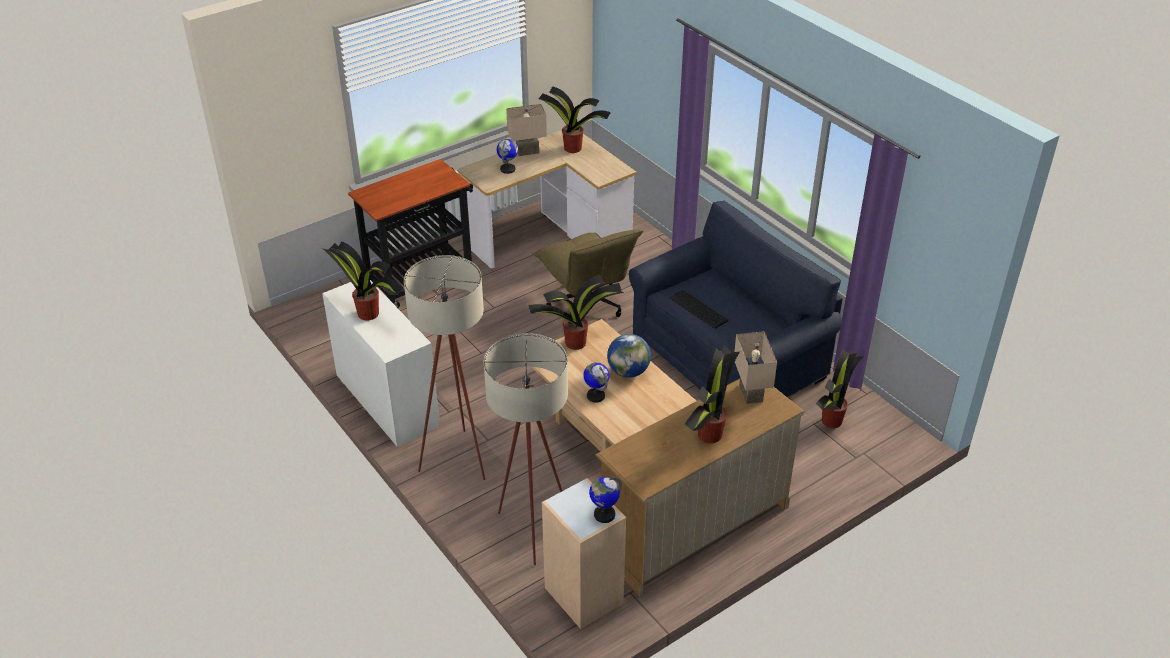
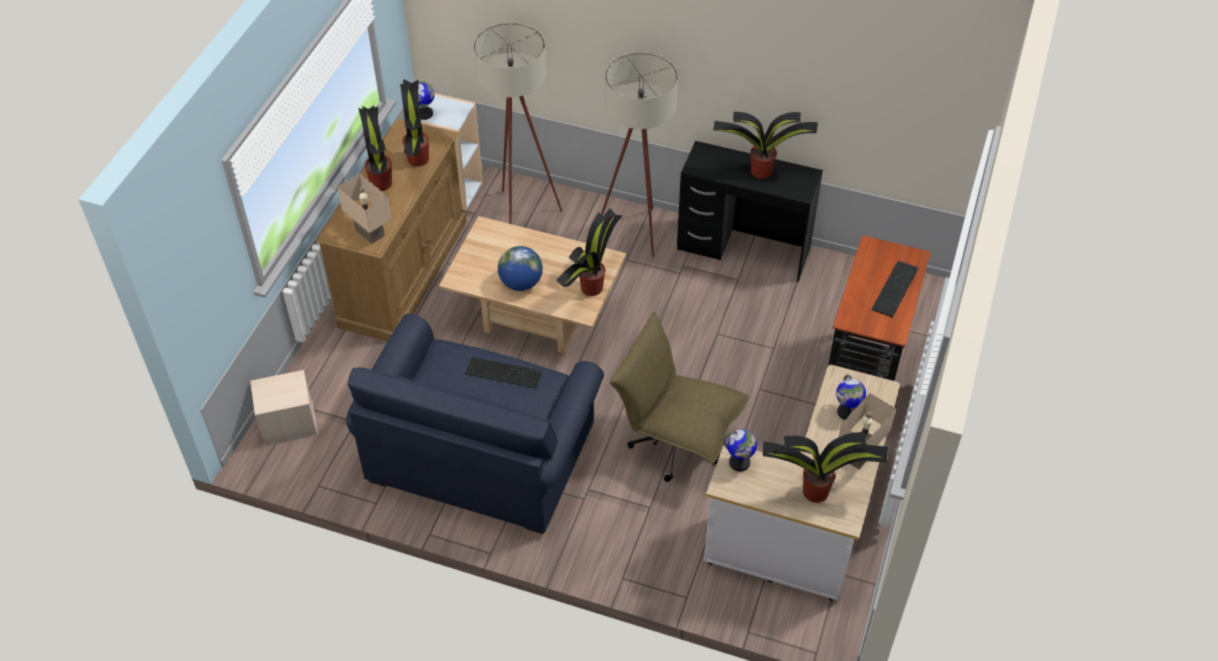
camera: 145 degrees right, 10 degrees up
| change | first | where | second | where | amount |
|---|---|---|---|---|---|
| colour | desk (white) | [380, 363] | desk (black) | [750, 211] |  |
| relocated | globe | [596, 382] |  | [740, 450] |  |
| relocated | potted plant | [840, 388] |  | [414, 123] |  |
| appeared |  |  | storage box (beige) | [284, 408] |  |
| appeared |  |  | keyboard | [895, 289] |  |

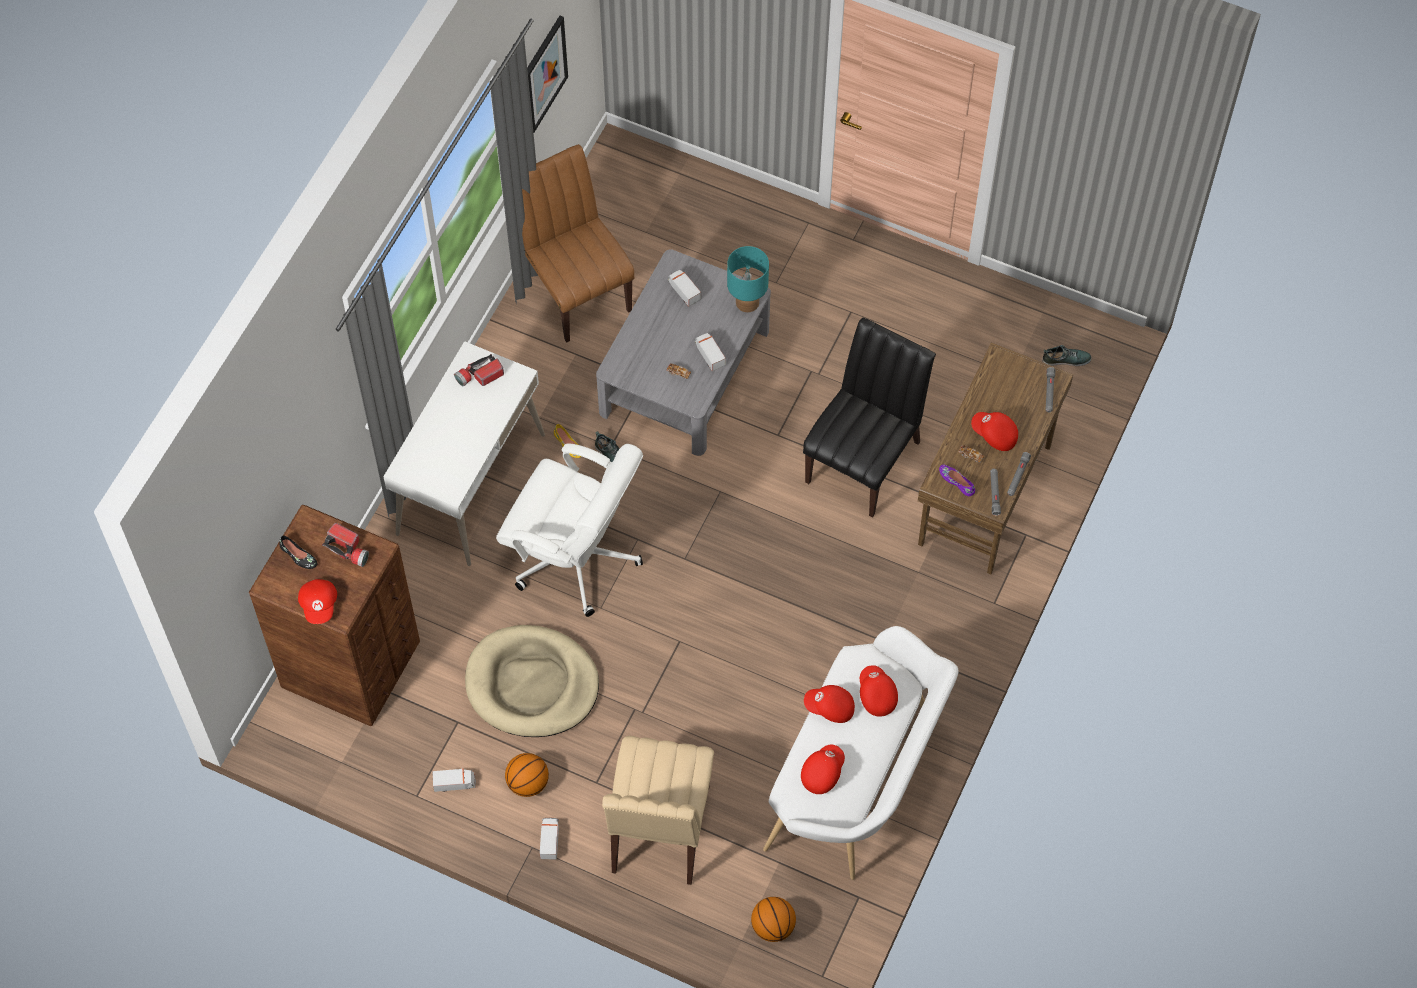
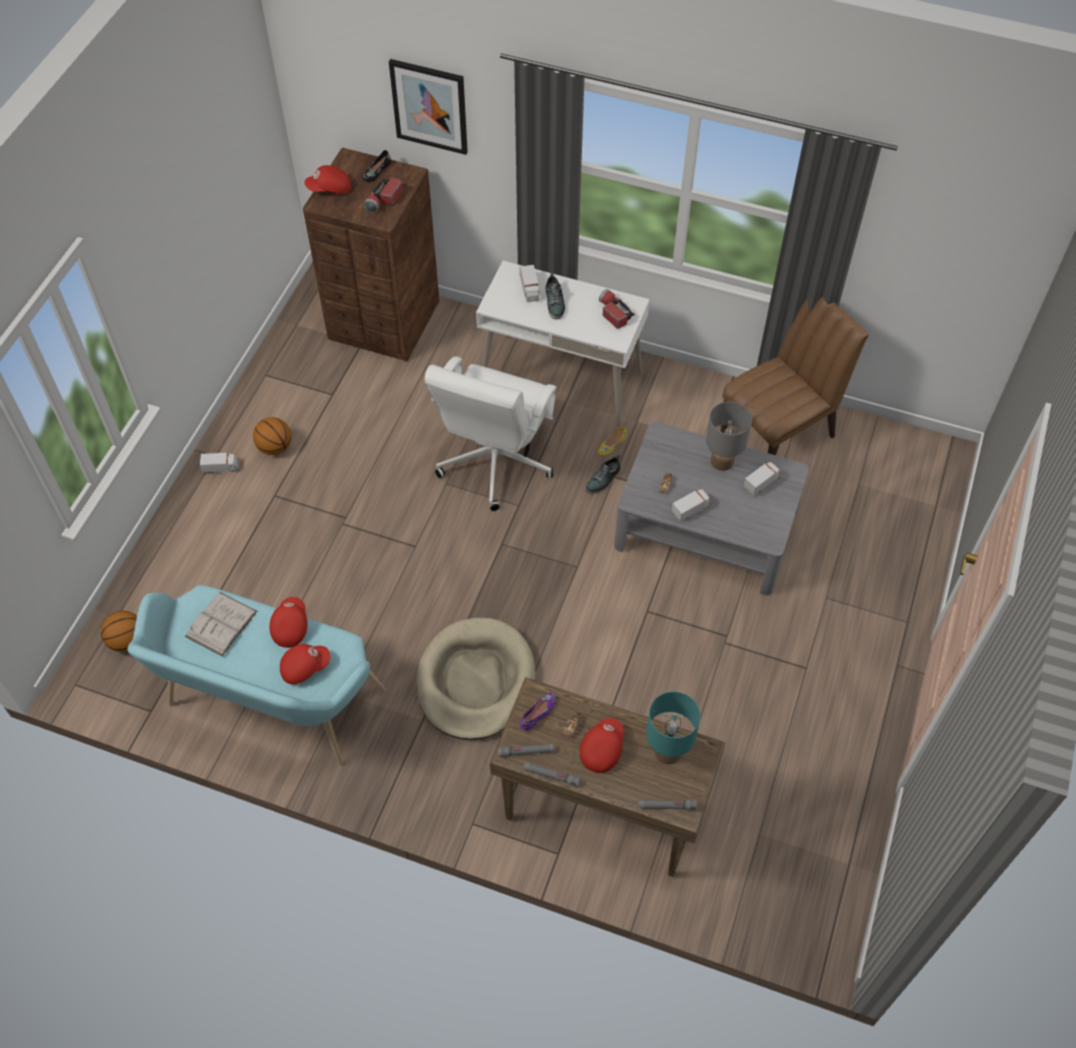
camera: 85 degrees right, 5 degrees down
| change | first | where | second | where | amount |
|---|---|---|---|---|---|
| relocated | toy truck | [454, 780] |  | [530, 283] |  |
| relocated | dog bed (beige) | [532, 681] |  | [475, 678] |  |
| relocated | picture | [547, 74] |  | [428, 107] |  |
| missing | chair (beige) | [658, 810] |  |  |  |
| relocated | table lamp (turquoise) | [748, 279] |  | [673, 728] |  |
| colour | bench (white) | [860, 753] | bench (turquoise) | [257, 675] |  |
| exchanged | cap (red) | [823, 769] | book (white) | [221, 624] |  |
| missing | chair (black) | [869, 417] |  |  |  |
| relocated | shoe | [1067, 355] |  | [555, 296] |  |
| appeared |  |  | table lamp (grey) | [729, 436] |  |

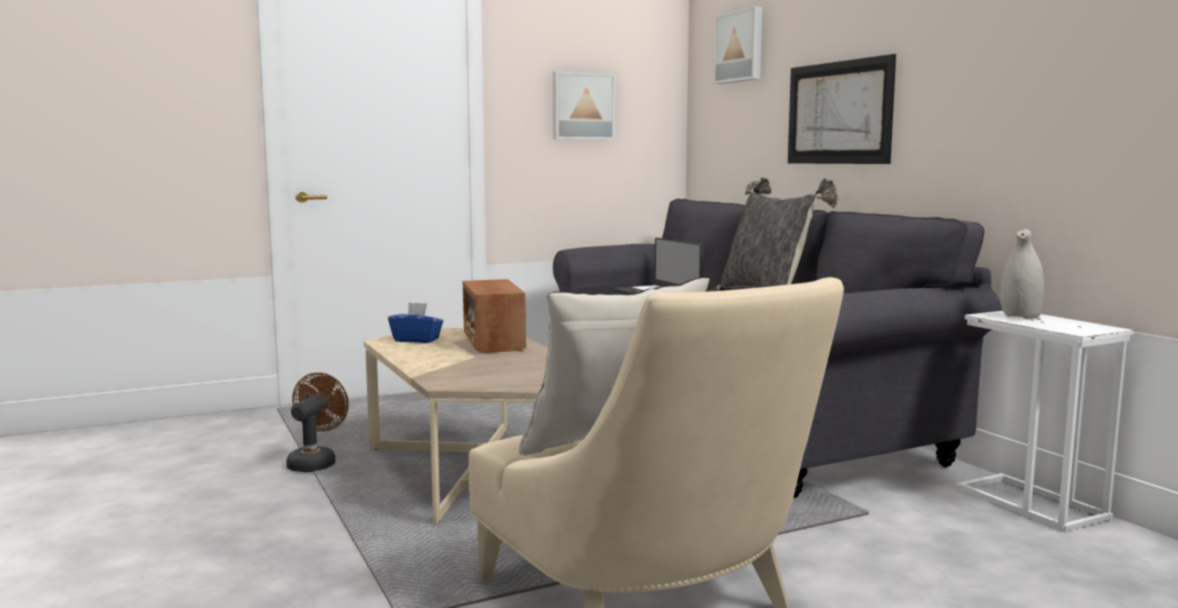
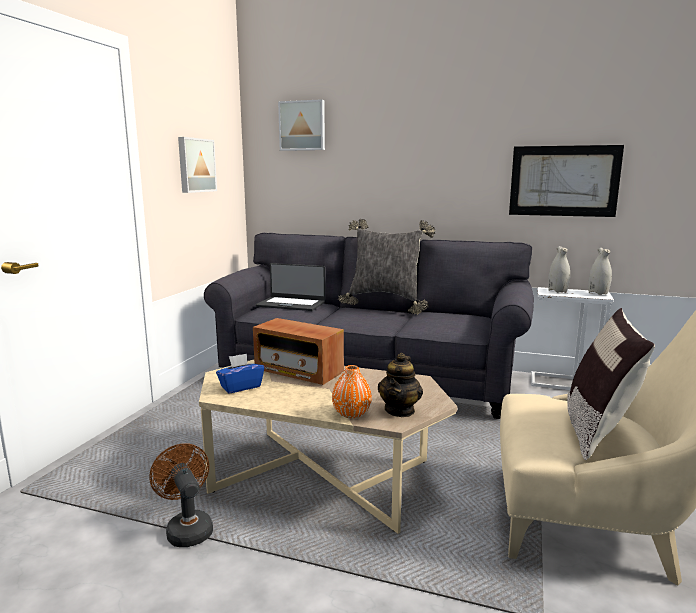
camera: 45 degrees left, 5 degrees up
| change | first | where | second | where | amount |
|---|---|---|---|---|---|
| relocated | picture | [842, 109] |  | [566, 181] |  |
| appeared |  |  | vase (orange) | [352, 391] |  |
| appeared |  |  | teapot | [400, 385] |  |
| appeared |  |  | vase (white) | [600, 271] |  |

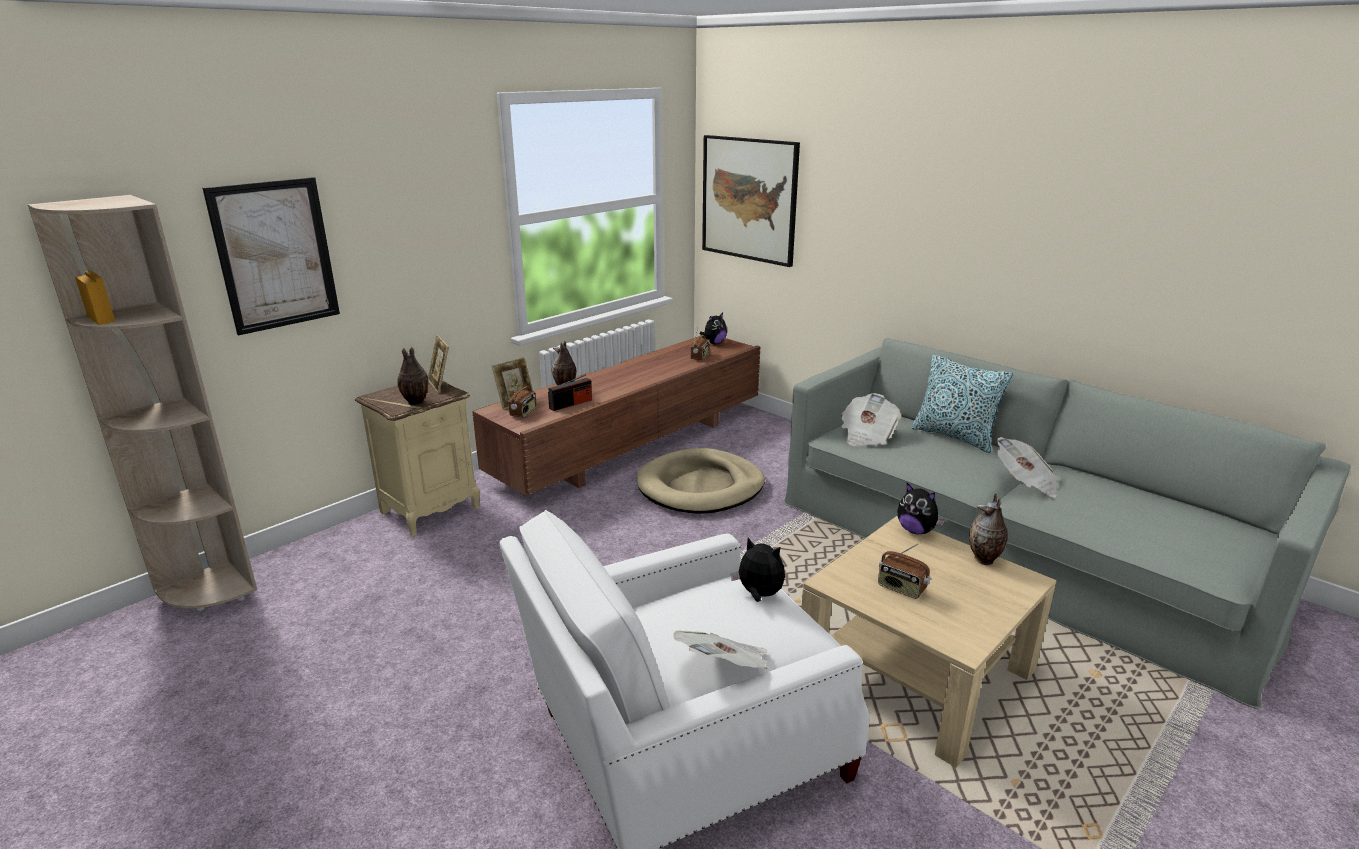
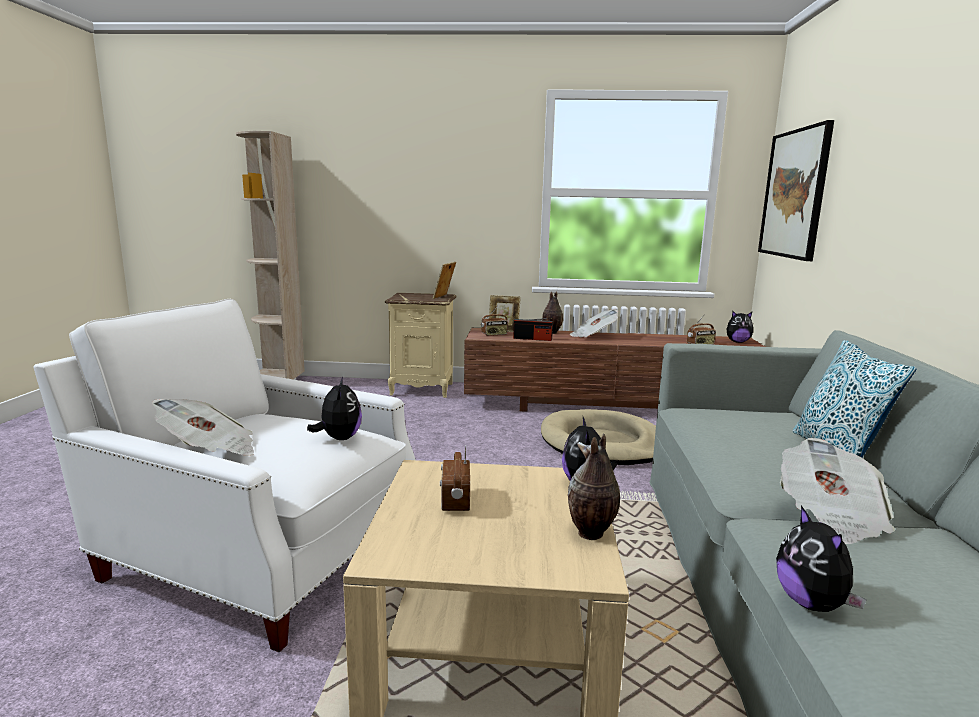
camera: 50 degrees right, 10 degrees down
| change | first | where | second | where | amount |
|---|---|---|---|---|---|
| missing | picture | [271, 256] |  |  |  |
| missing | vase | [412, 376] |  |  |  |
| relocated | newspaper | [871, 419] |  | [594, 324] |  |
| appeared |  |  | plush toy | [821, 559] |  |

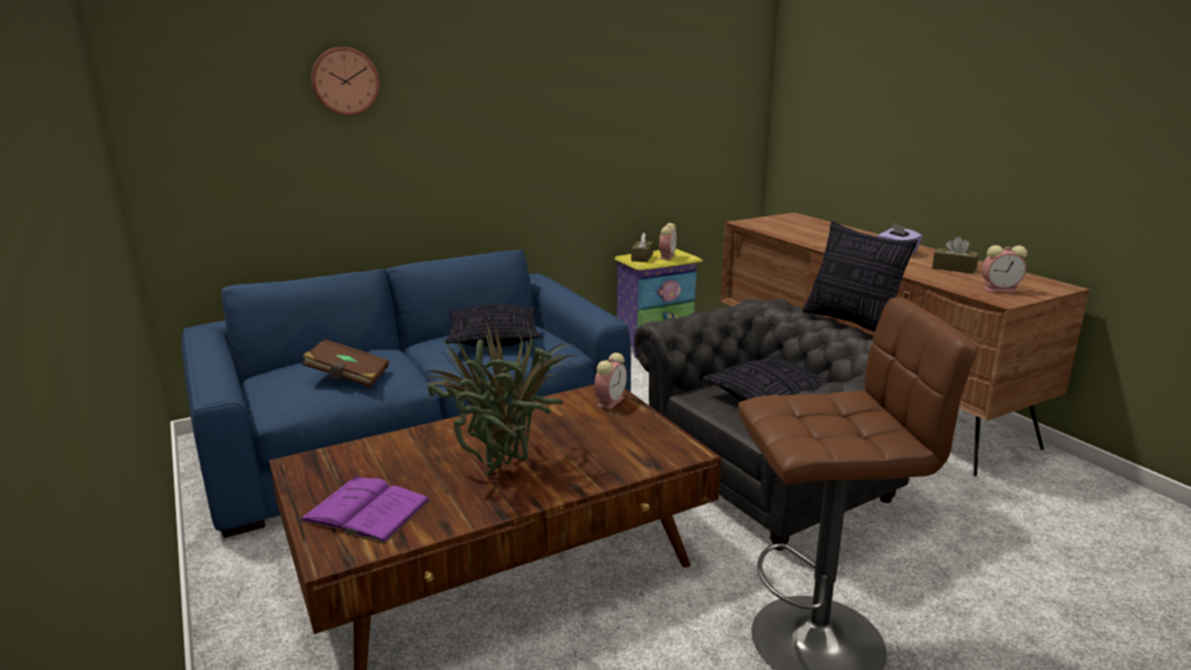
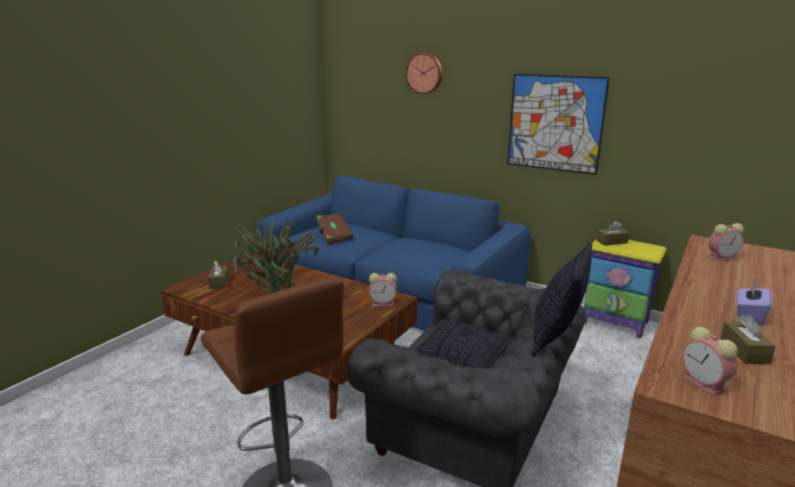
camera: 60 degrees right, 0 degrees up
| change | first | where | second | where | amount |
|---|---|---|---|---|---|
| exchanged | book (purple) | [364, 510] | tissue box (brown) | [218, 274] |  |
| missing | pillow | [493, 325] |  |  |  |
| relocated | alarm clock | [668, 241] |  | [726, 242] |  |
| appeared |  |  | picture | [558, 124] |  |

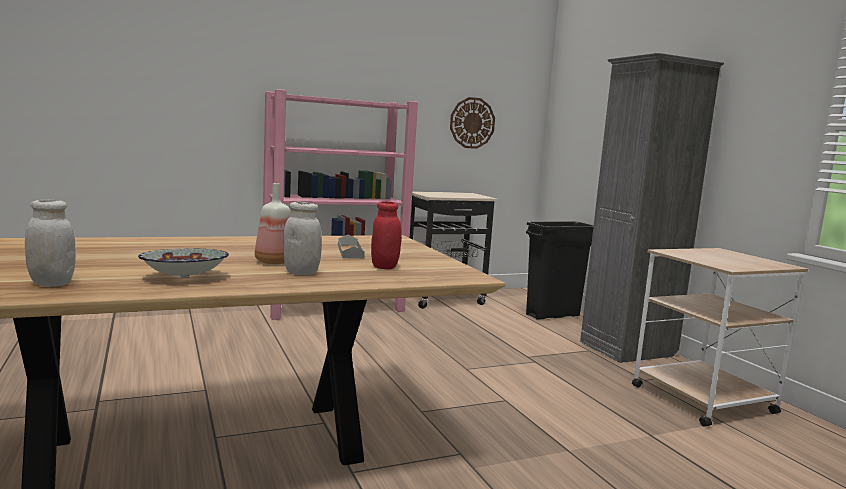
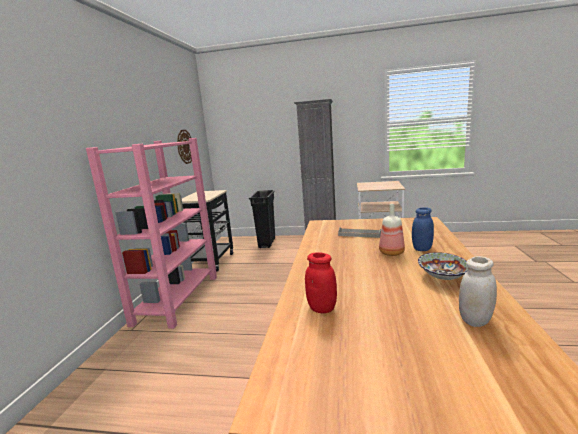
camera: 55 degrees left, 5 degrees up
| change | first | where | second | where | amount |
|---|---|---|---|---|---|
| colour | jar (white) | [302, 238] | jar (blue) | [423, 229] |  |
| relocated | jar (red) | [386, 235] |  | [321, 282] |  |

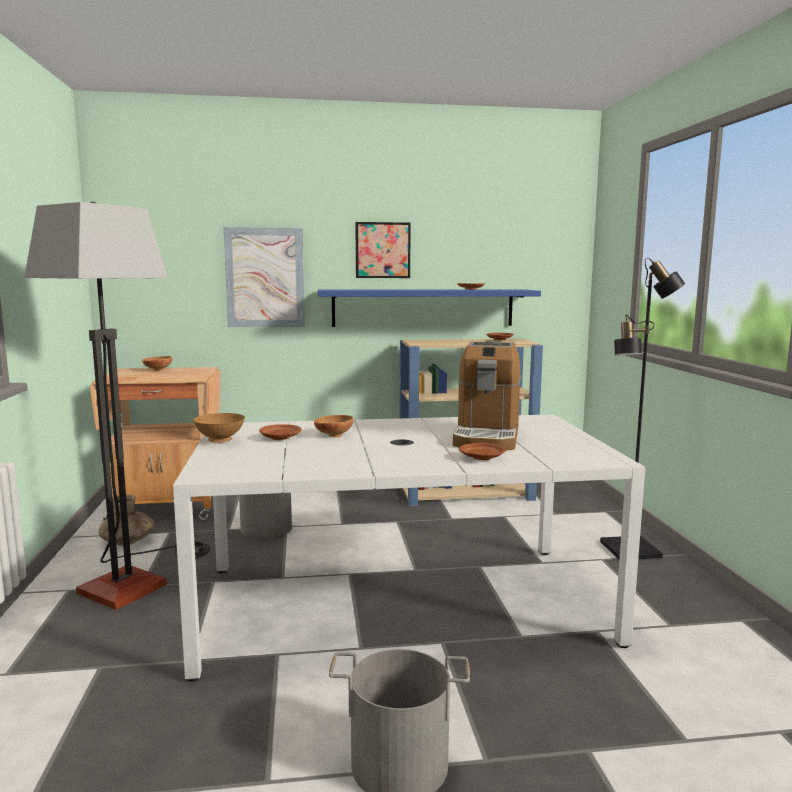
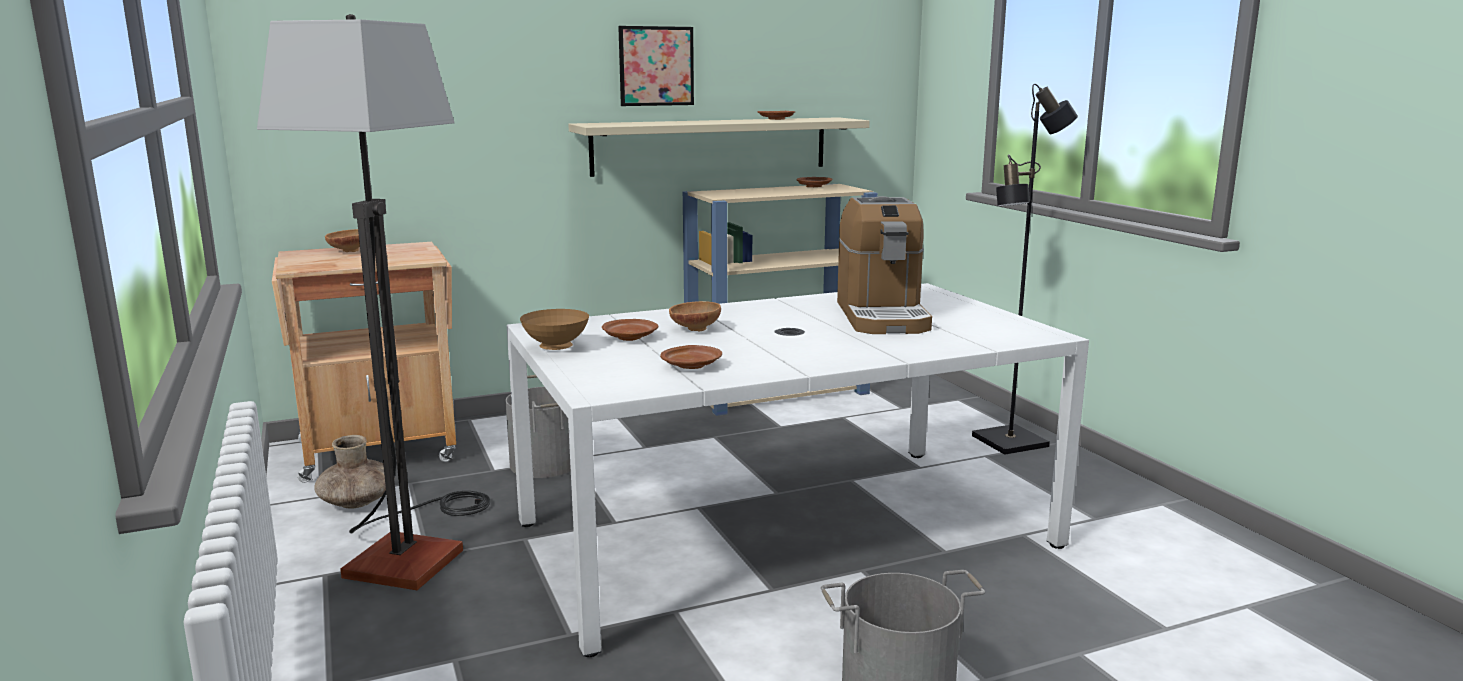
camera: 15 degrees left, 5 degrees up
| change | first | where | second | where | amount |
|---|---|---|---|---|---|
| missing | picture | [264, 277] |  |  |  |
| colour | shelf (blue) | [429, 308] | shelf (beige) | [719, 147] |  |
| relocated | plate (brown) | [482, 451] |  | [691, 357] |  |

